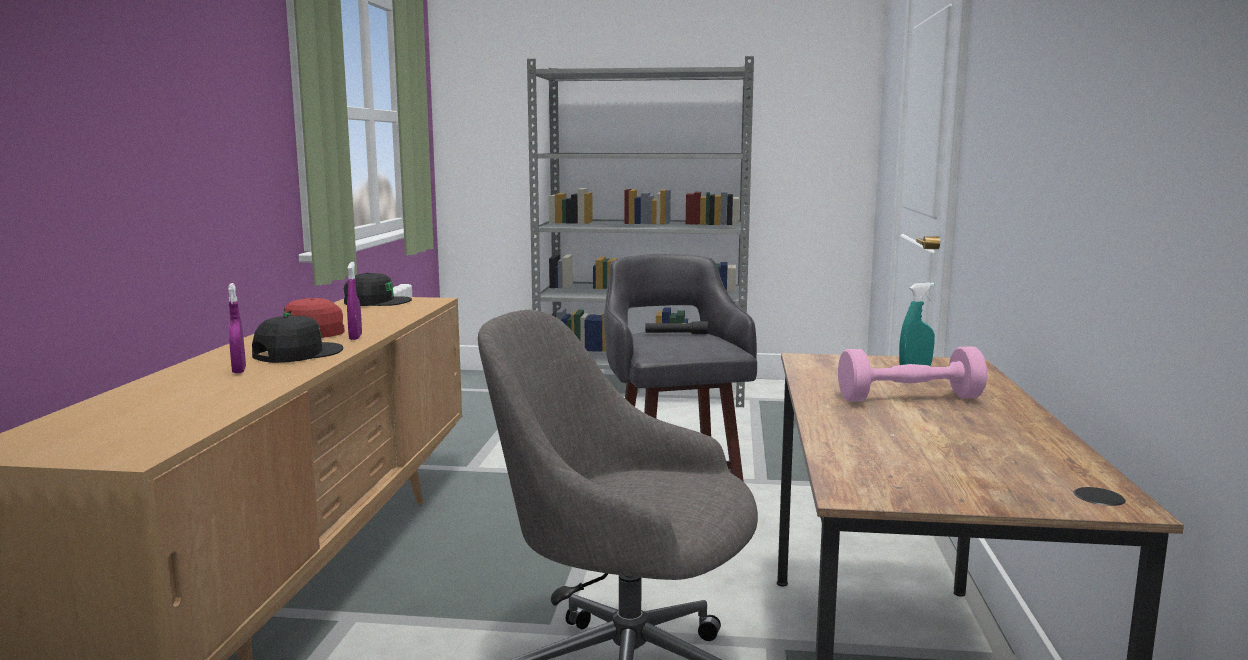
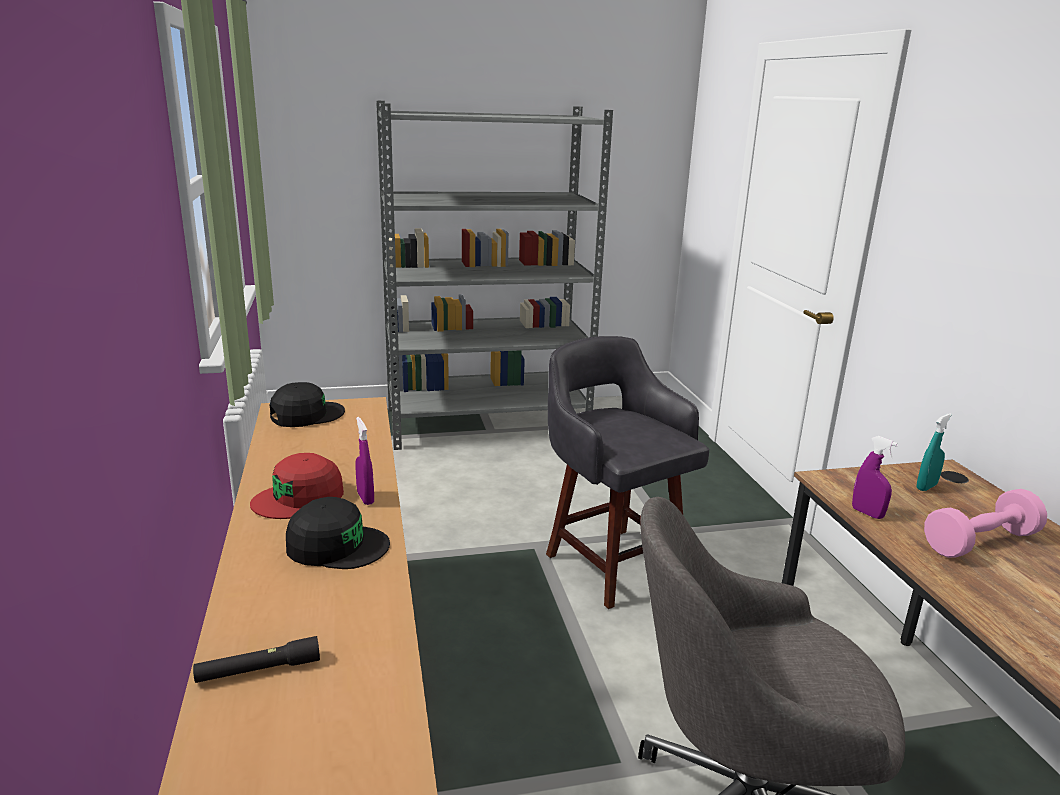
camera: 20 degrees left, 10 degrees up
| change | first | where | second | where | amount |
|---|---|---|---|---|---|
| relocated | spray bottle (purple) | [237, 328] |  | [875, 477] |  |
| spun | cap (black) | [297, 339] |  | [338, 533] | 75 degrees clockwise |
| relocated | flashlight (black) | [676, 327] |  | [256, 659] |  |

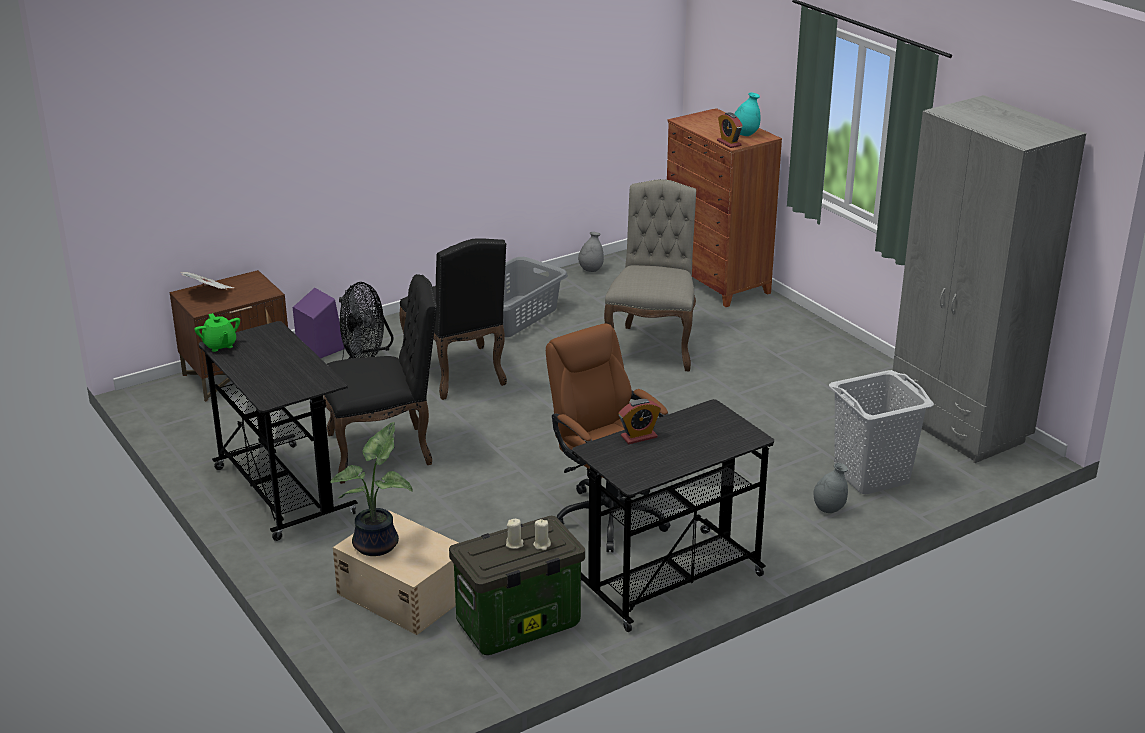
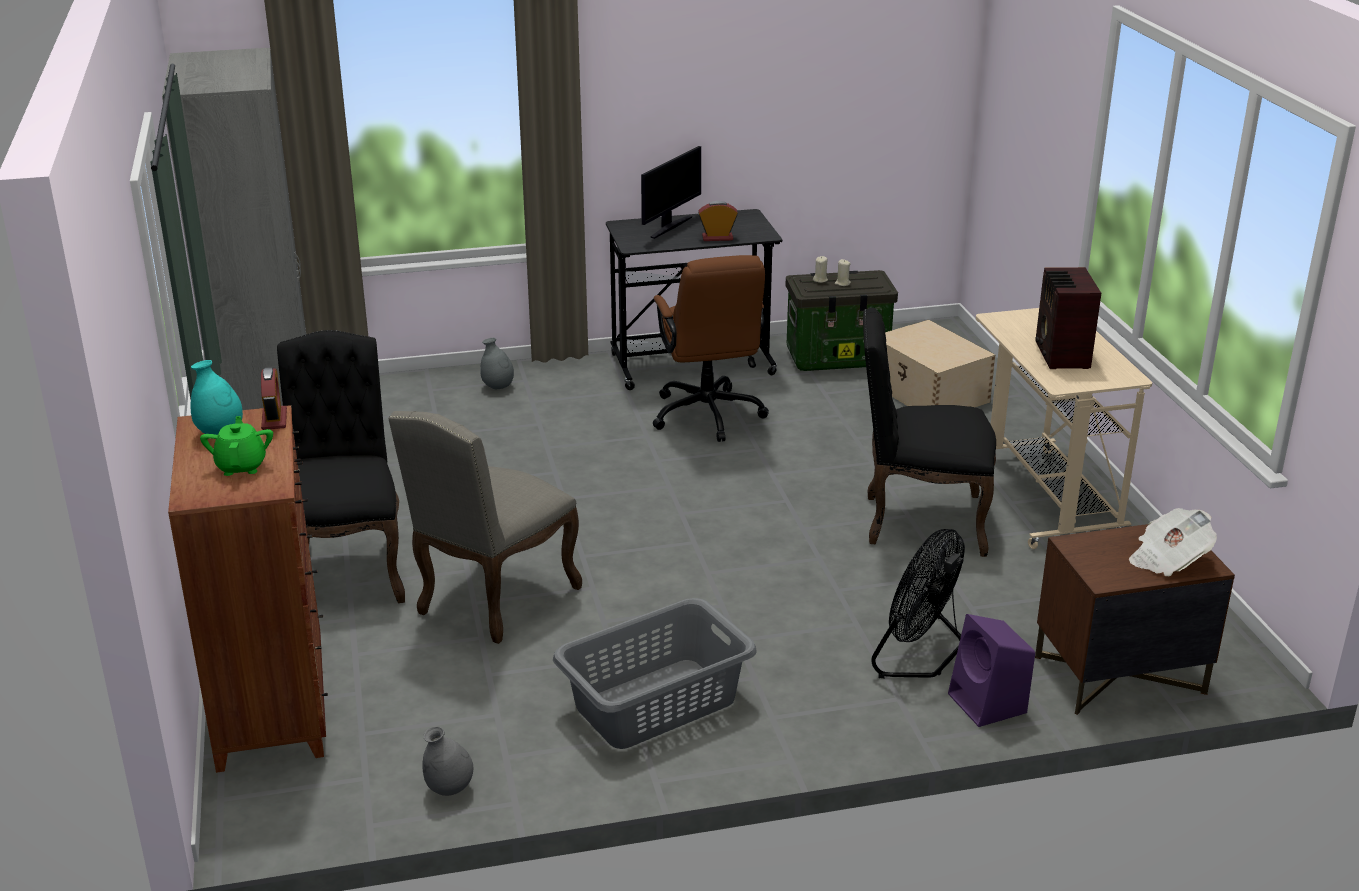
camera: 160 degrees left, 0 degrees up
| change | first | where | second | where | amount |
|---|---|---|---|---|---|
| relocated | teapot (green) | [217, 332] |  | [236, 446] |  |
| colour | desk (black) | [278, 431] | desk (beige) | [1064, 428] |  |
| missing | potted plant | [371, 489] |  |  |  |
| relocated | chair (black) | [453, 319] |  | [341, 466] |  |
| missing | laundry basket (grey) | [881, 432] |  |  |  |
| appeared |  |  | monitor | [671, 192] |  |
| appeared |  |  | radio | [1068, 318] |  |

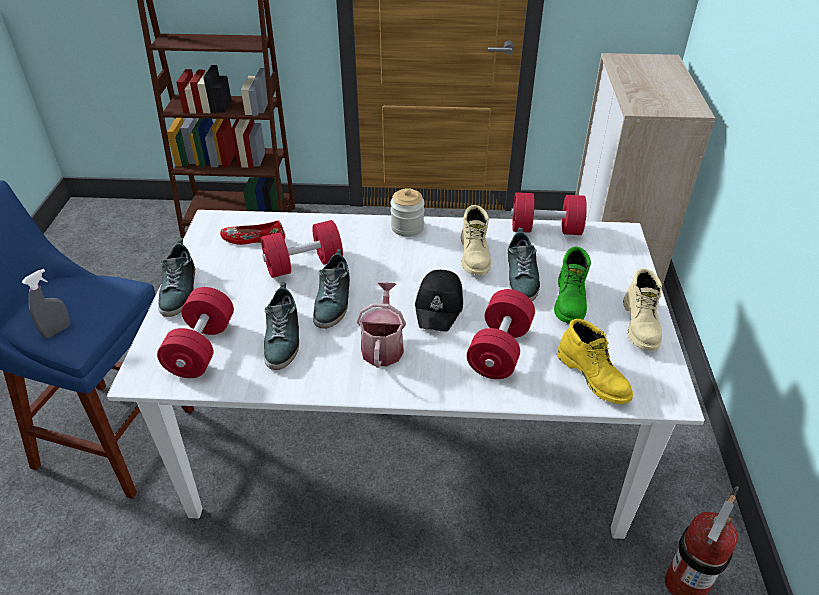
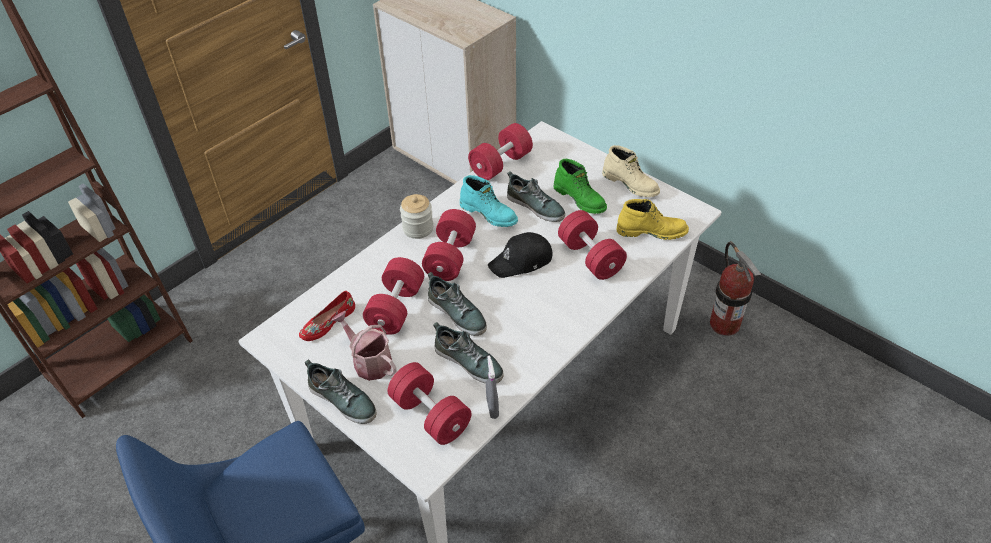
camera: 50 degrees left, 5 degrees up
| change | first | where | second | where | amount |
|---|---|---|---|---|---|
| relocated | spray bottle (grey) | [46, 303] |  | [492, 387] |  |
| relocated | watering can | [381, 325] |  | [364, 346] |  |
| spun | cap (black) | [439, 301] |  | [520, 255] | 105 degrees clockwise |
| colour | boot (beige) | [476, 240] | boot (turquoise) | [489, 201] |  |
| appeared |  |  | dumbbell (red) | [449, 245] |  |

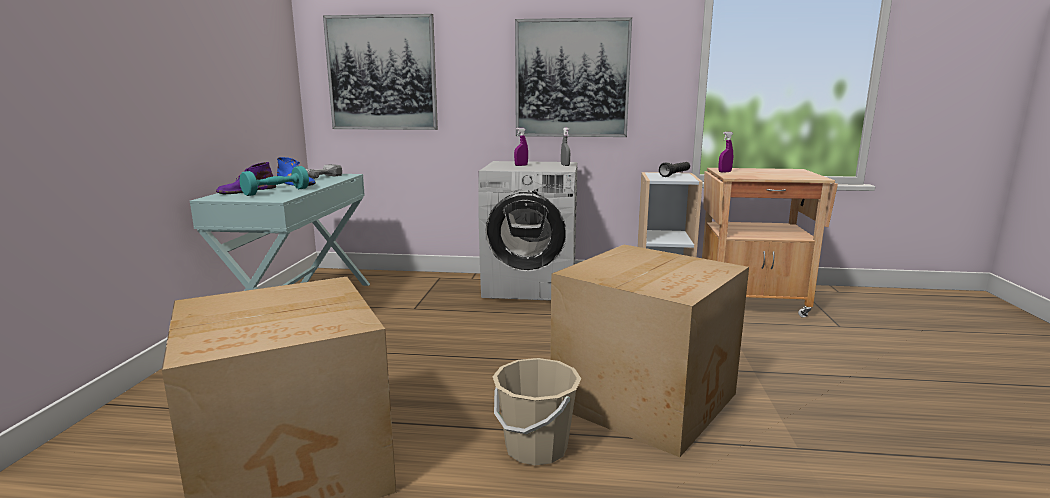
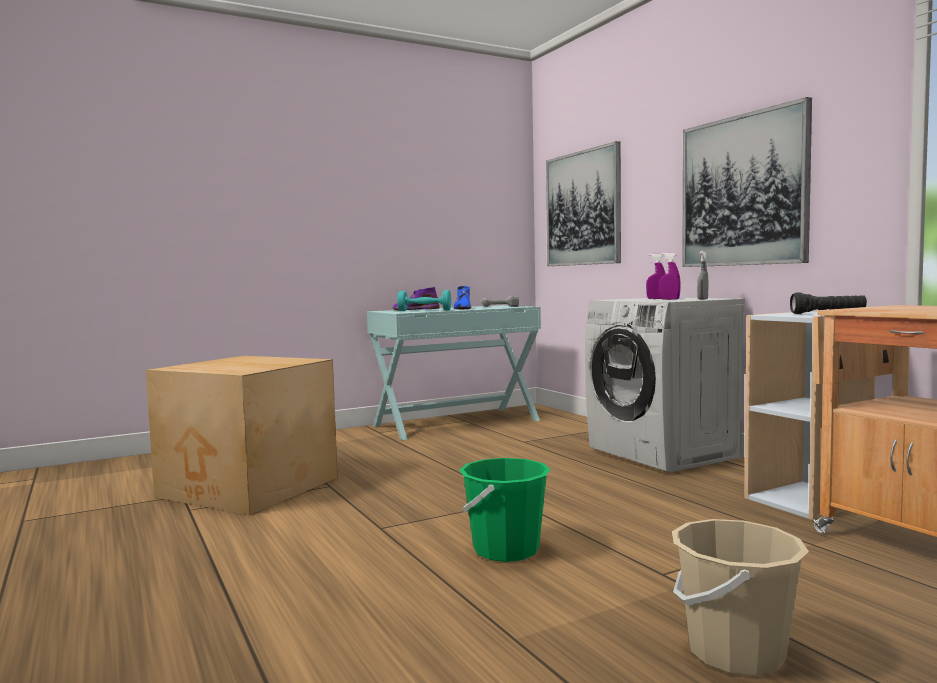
camera: 55 degrees right, 10 degrees down
| change | first | where | second | where | amount |
|---|---|---|---|---|---|
| relocated | bucket (beige) | [537, 412] |  | [740, 597] |  |
| exchanged | cardboard box | [649, 351] | bucket (green) | [505, 510] |  |
| relocated | spray bottle (purple) | [725, 152] |  | [670, 276] |  |

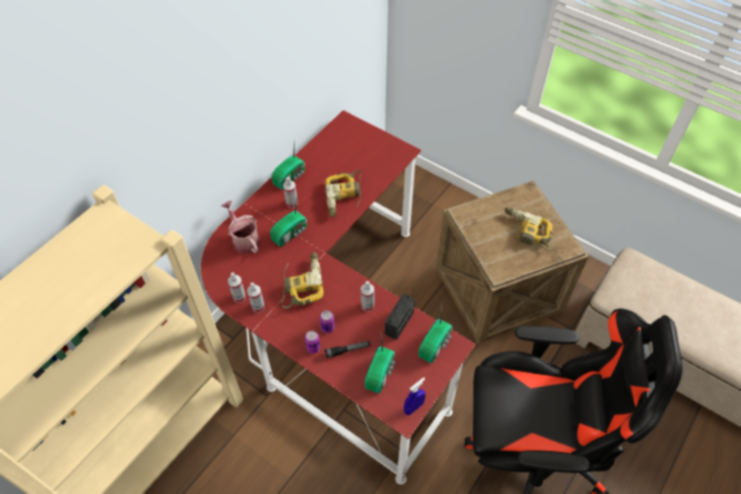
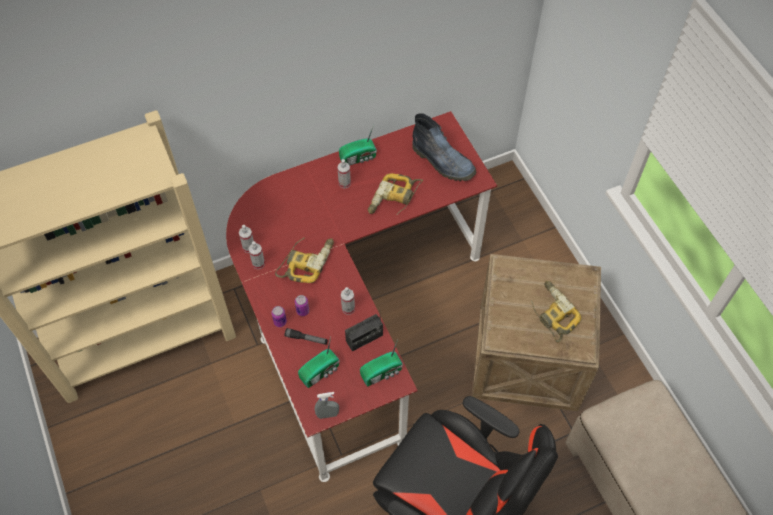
camera: 30 degrees right, 5 degrees up
| change | first | where | second | where | amount |
|---|---|---|---|---|---|
| missing | watering can | [240, 227] |  |  |  |
| missing | radio | [288, 222] |  |  |  |
| colour | spray bottle (blue) | [414, 396] | spray bottle (grey) | [327, 405] |  |
| appeared |  |  | boot | [444, 147] |  |

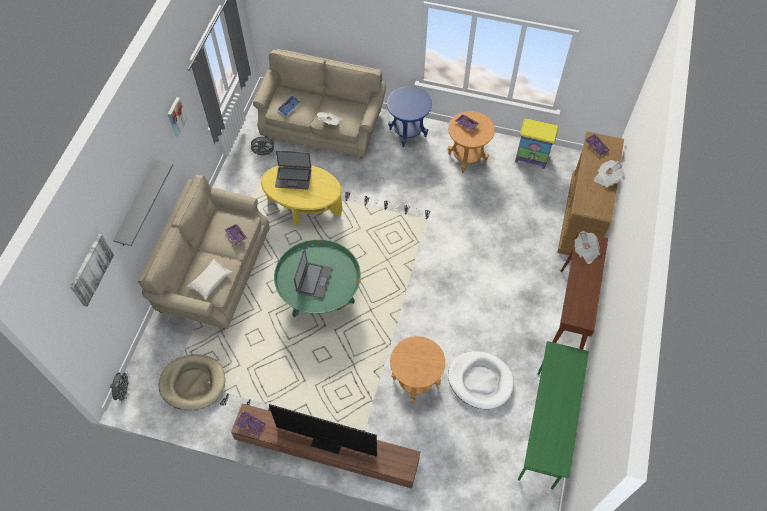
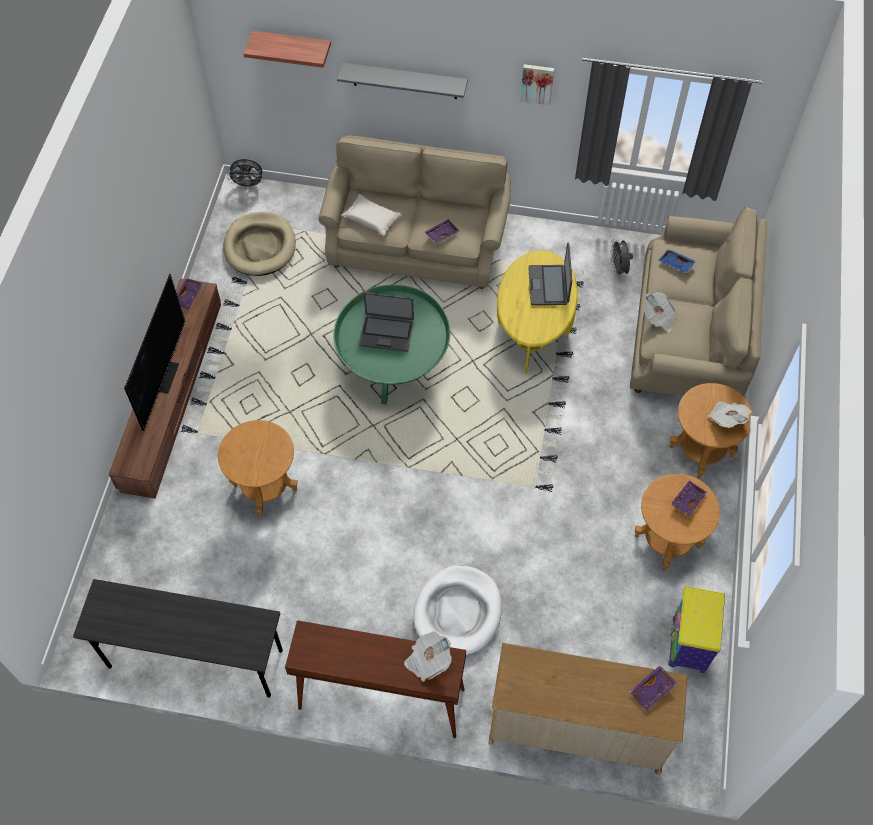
camera: 85 degrees right, 0 degrees up
| change | first | where | second | where | amount |
|---|---|---|---|---|---|
| exchanged | picture | [92, 270] | shelf | [287, 49] |  |
| colour | side table (blue) | [409, 116] | side table (brown) | [711, 431] |  |
| relocated | dog bed (white) | [481, 380] |  | [457, 610] |  |
| colour | desk (green) | [553, 415] | desk (grey) | [178, 638] |  |
| relocated | newspaper | [609, 174] |  | [729, 414] |  |

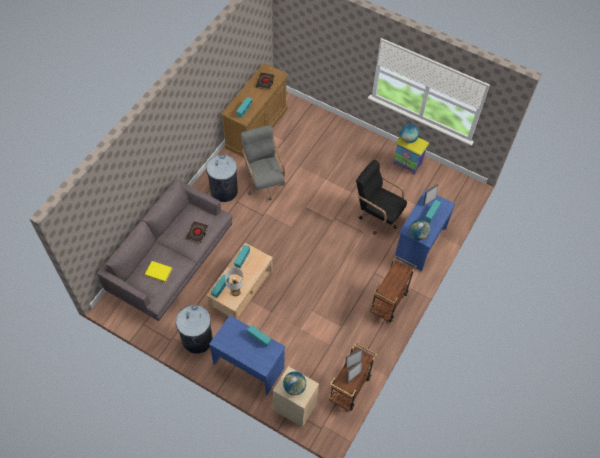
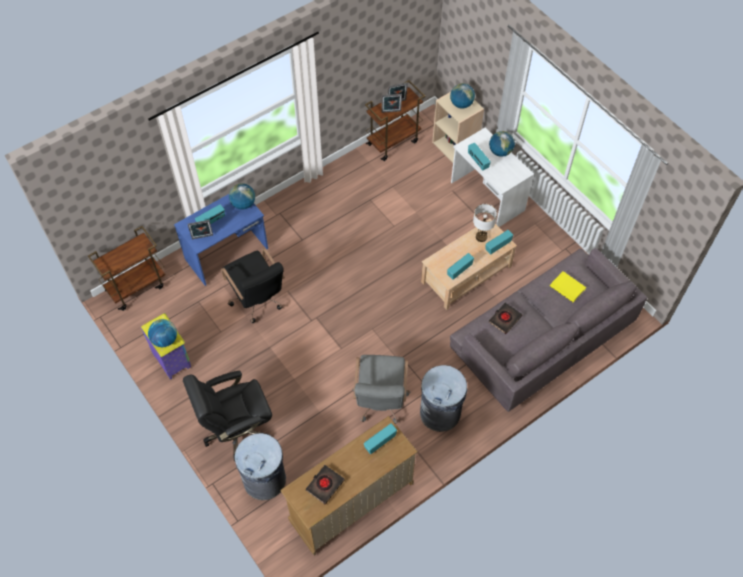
camera: 155 degrees left, 0 degrees up
| change | first | where | second | where | amount |
|---|---|---|---|---|---|
| relocated | trash can (grey) | [194, 329] |  | [260, 466] |  |
| colour | desk (blue) | [247, 355] | desk (white) | [492, 177] |  |
| relocated | cart (brown) | [393, 289] |  | [127, 268] |  |
| appeared |  |  | office chair (black) | [227, 416] |  |
| appeared |  |  | globe | [502, 144] |  |

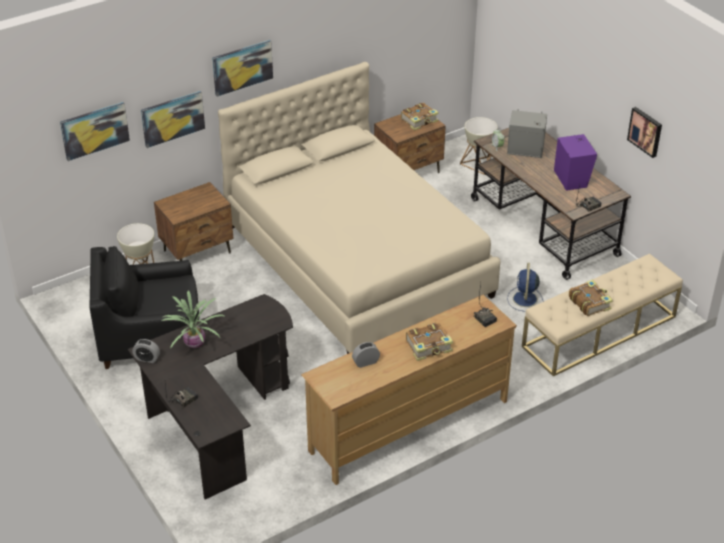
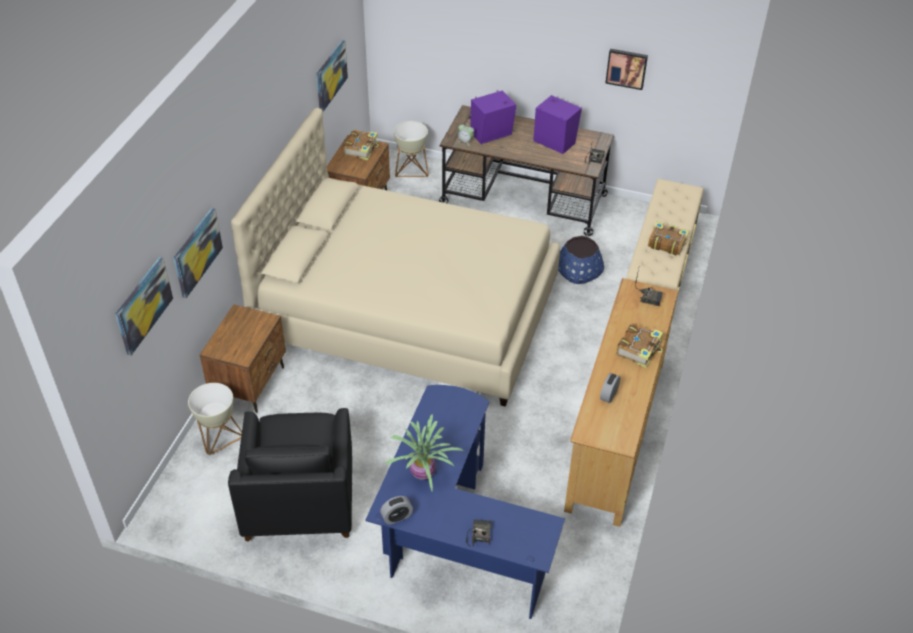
camera: 40 degrees left, 5 degrees up
| change | first | where | second | where | amount |
|---|---|---|---|---|---|
| spun | armchair (black) | [144, 307] |  | [290, 475] | 45 degrees counterclockwise |
| colour | desk (black) | [210, 396] | desk (blue) | [465, 502] |  |
| relocated | picture | [242, 68] |  | [332, 76] |  |
| colour | speaker (grey) | [527, 133] | speaker (purple) | [493, 117] |  |
| exchanged | fan (blue) | [525, 287] | planter (blue) | [581, 260] |  |

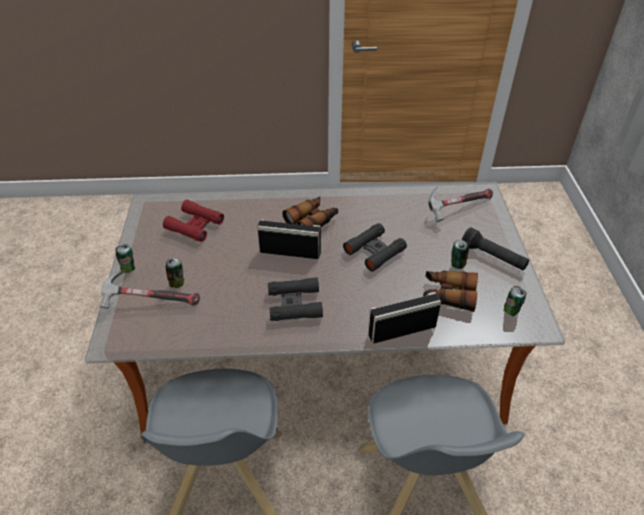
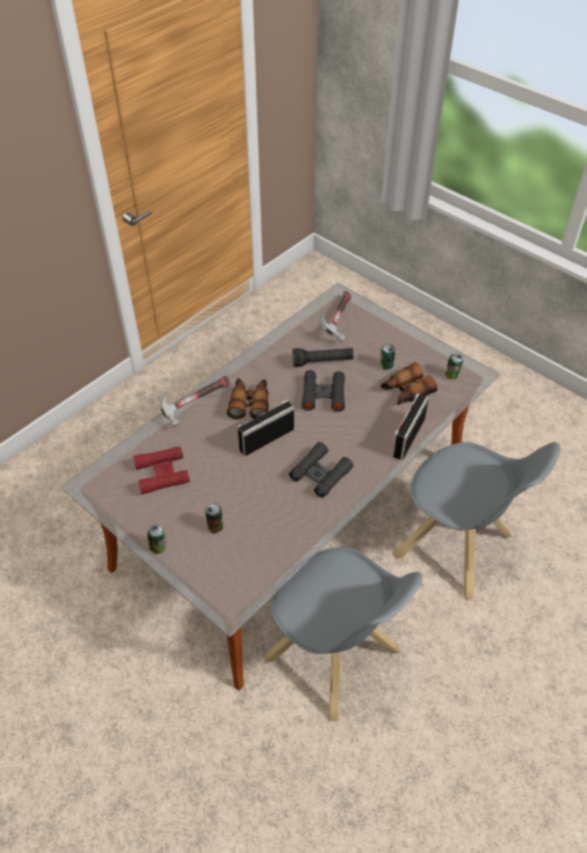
camera: 45 degrees left, 5 degrees up
| change | first | where | second | where | amount |
|---|---|---|---|---|---|
| relocated | hammer | [149, 289] |  | [194, 401] |  |
| relocated | flashlight (black) | [495, 248] |  | [323, 357] |  |

